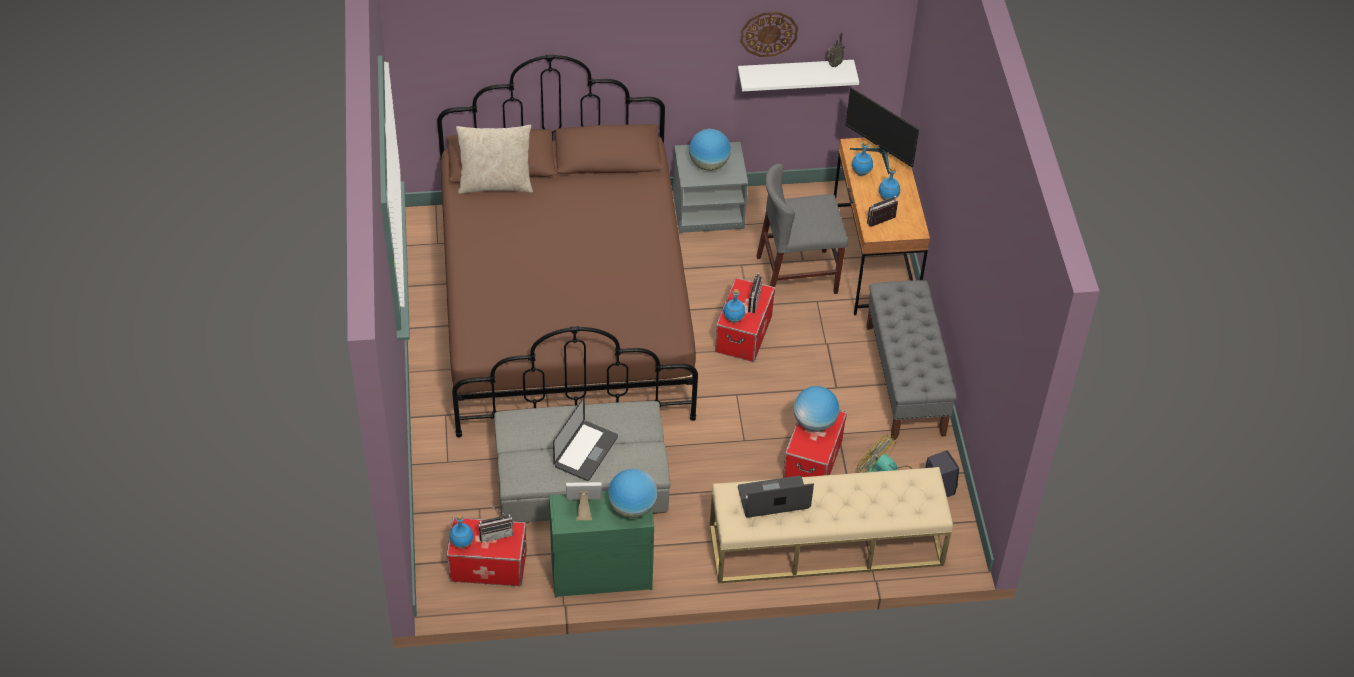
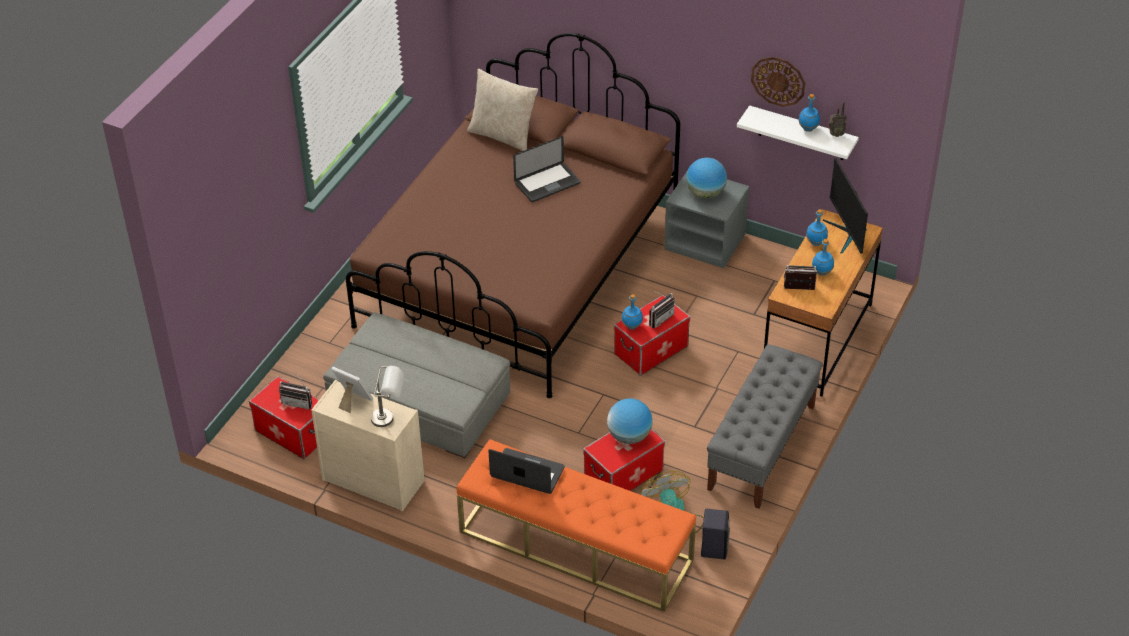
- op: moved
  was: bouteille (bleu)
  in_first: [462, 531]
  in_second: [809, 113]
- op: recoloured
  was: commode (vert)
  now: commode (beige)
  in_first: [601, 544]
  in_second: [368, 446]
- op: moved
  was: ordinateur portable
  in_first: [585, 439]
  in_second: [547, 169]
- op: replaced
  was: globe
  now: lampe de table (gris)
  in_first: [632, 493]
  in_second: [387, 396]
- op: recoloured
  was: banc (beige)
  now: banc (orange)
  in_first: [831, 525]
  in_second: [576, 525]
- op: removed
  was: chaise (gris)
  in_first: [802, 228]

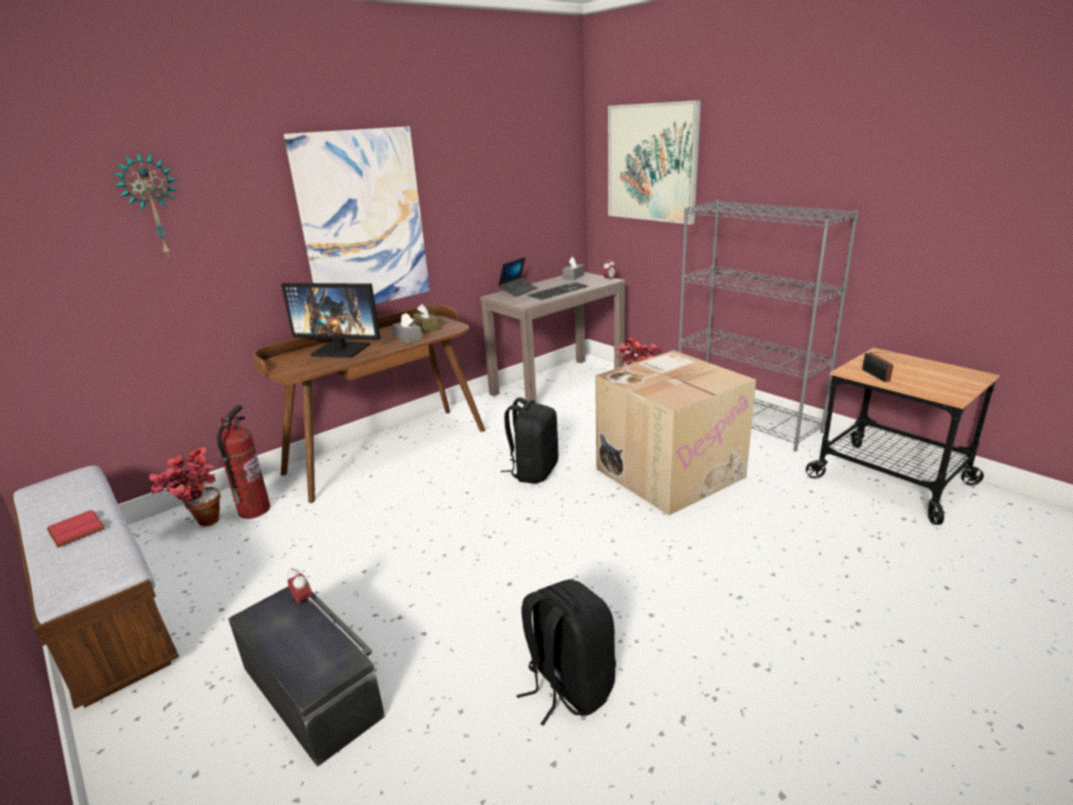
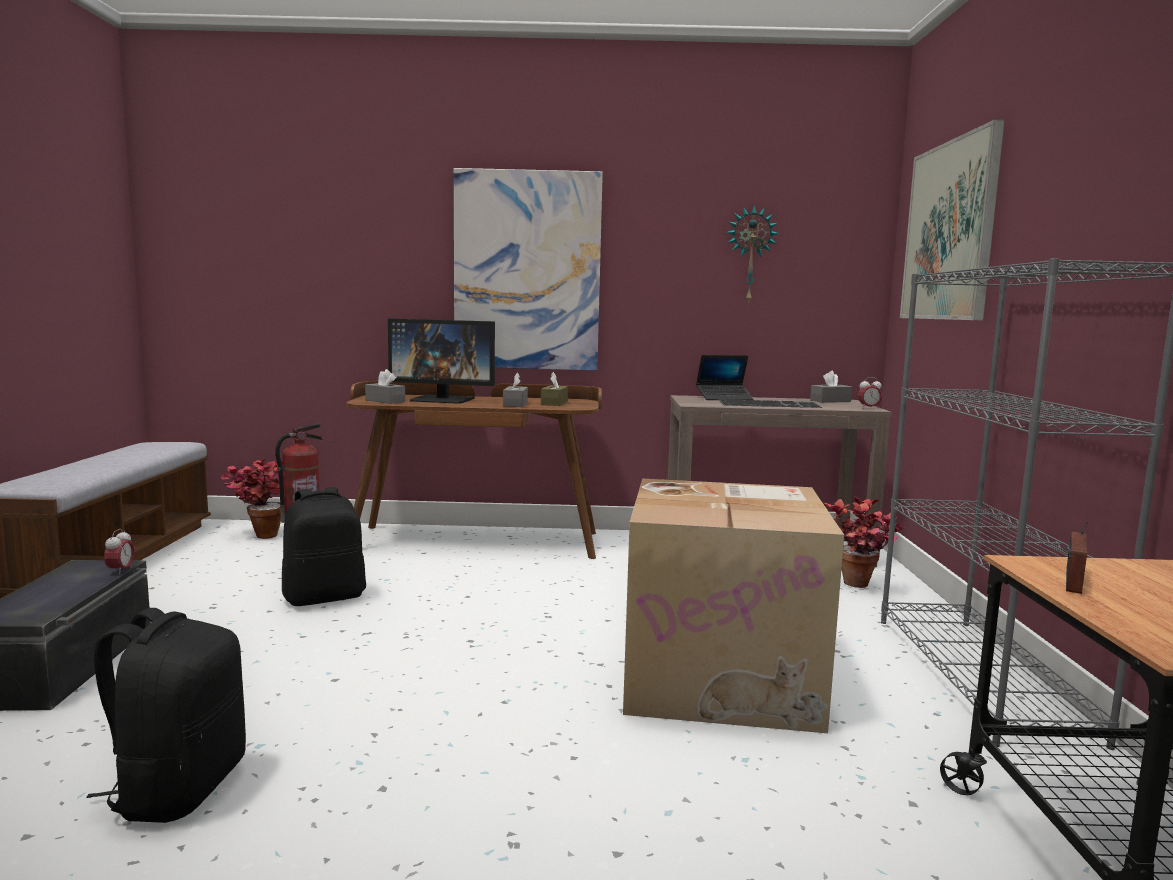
- op: removed
  was: livre (rouge)
  in_first: [76, 529]
- op: moved
  was: horloge murale
  in_first: [145, 205]
  in_second: [752, 254]
- op: turned
  was: écran d'ordinateur
  in_first: [331, 320]
  in_second: [441, 361]
  clockwise: -45
- op: moved
  was: sac à dos (noir)
  in_first: [530, 441]
  in_second: [324, 546]
- op: added
  now: boîte à mouchoirs (gris)
  in_second: [385, 386]

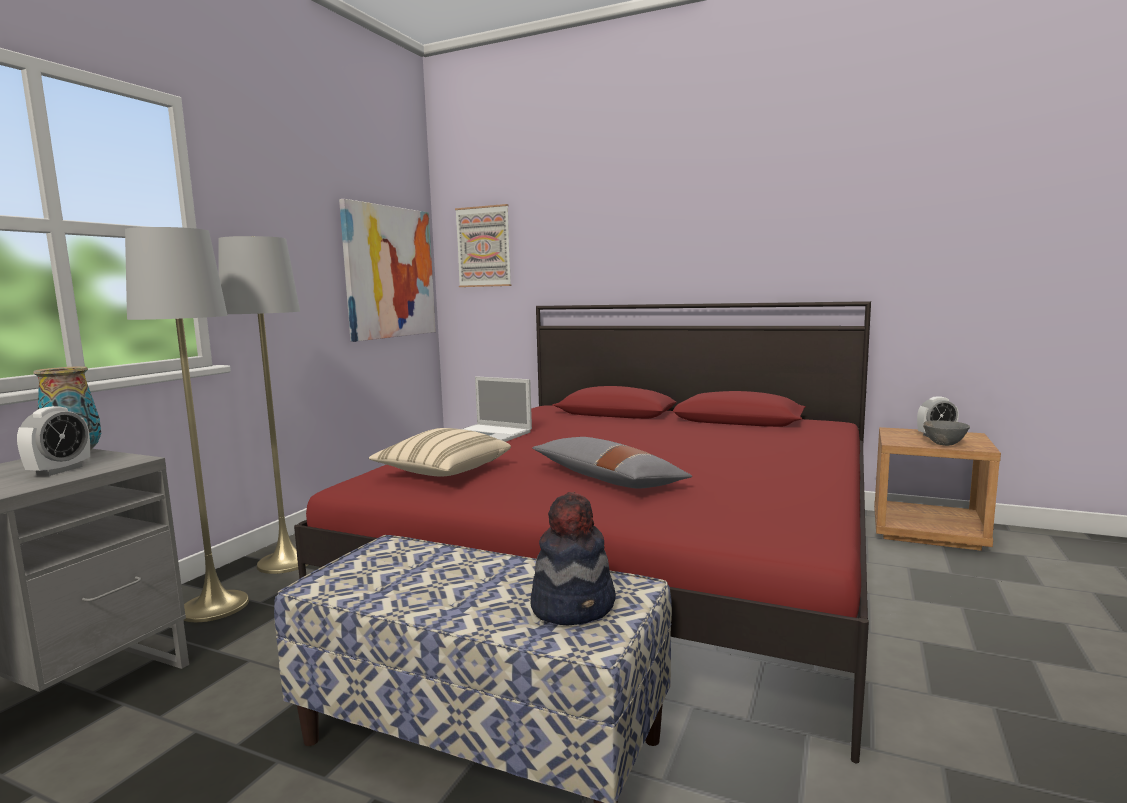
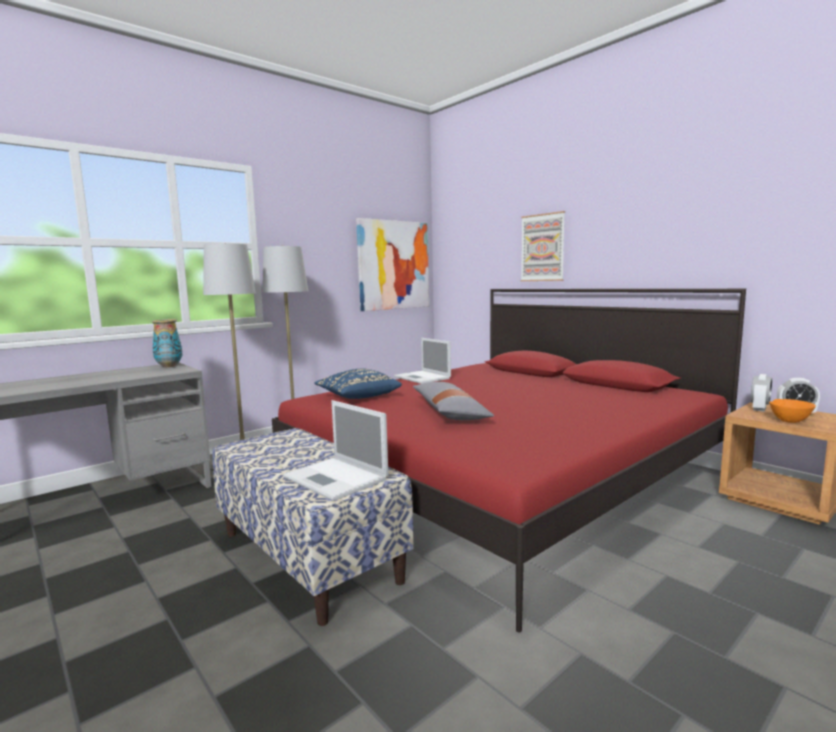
- op: moved
  was: réveil
  in_first: [53, 441]
  in_second: [761, 393]
- op: recoloured
  was: coussin (beige)
  now: coussin (bleu)
  in_first: [440, 452]
  in_second: [358, 384]
- op: moved
  was: tableau
  in_first: [483, 245]
  in_second: [543, 246]
- op: replaced
  was: chapeau
  now: ordinateur portable
  in_first: [573, 559]
  in_second: [335, 450]
- op: recoloured
  was: bol (gris)
  now: bol (orange)
  in_first: [946, 433]
  in_second: [792, 411]

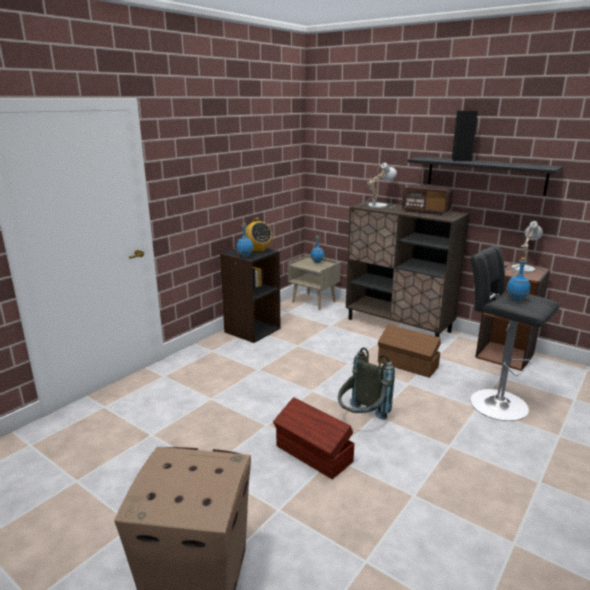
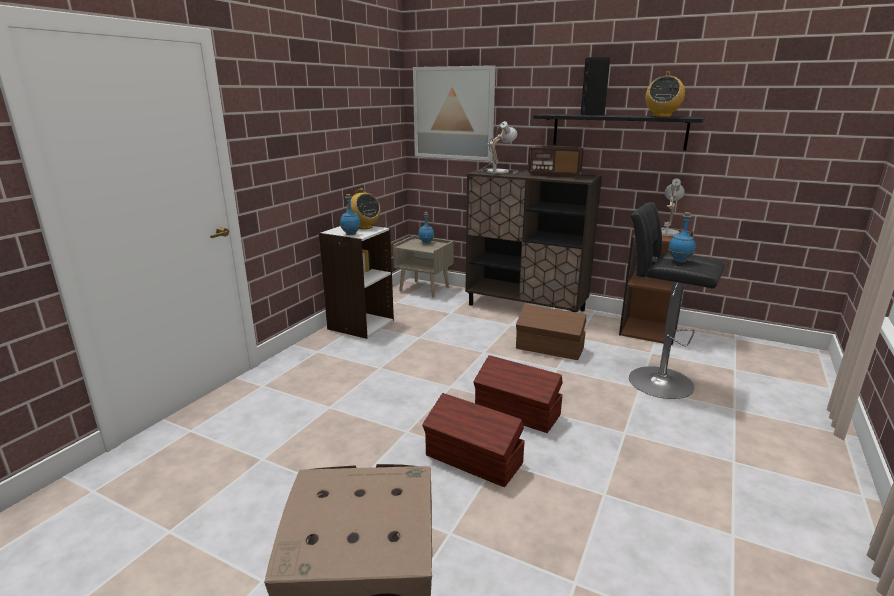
- op: recoloured
  was: bibliothèque (noir)
  now: bibliothèque (blanc)
  in_first: [250, 295]
  in_second: [356, 282]
- op: replaced
  was: sac à dos (gris)
  now: boîte de rangement (marron)
  in_first: [366, 383]
  in_second: [518, 394]
- op: added
  now: tableau
  in_second: [454, 113]
- op: added
  now: radio
  in_second: [665, 94]

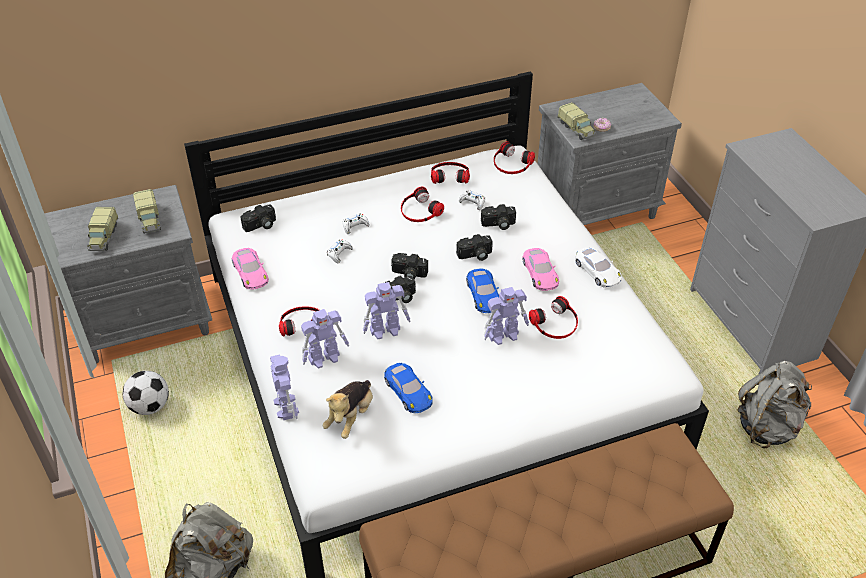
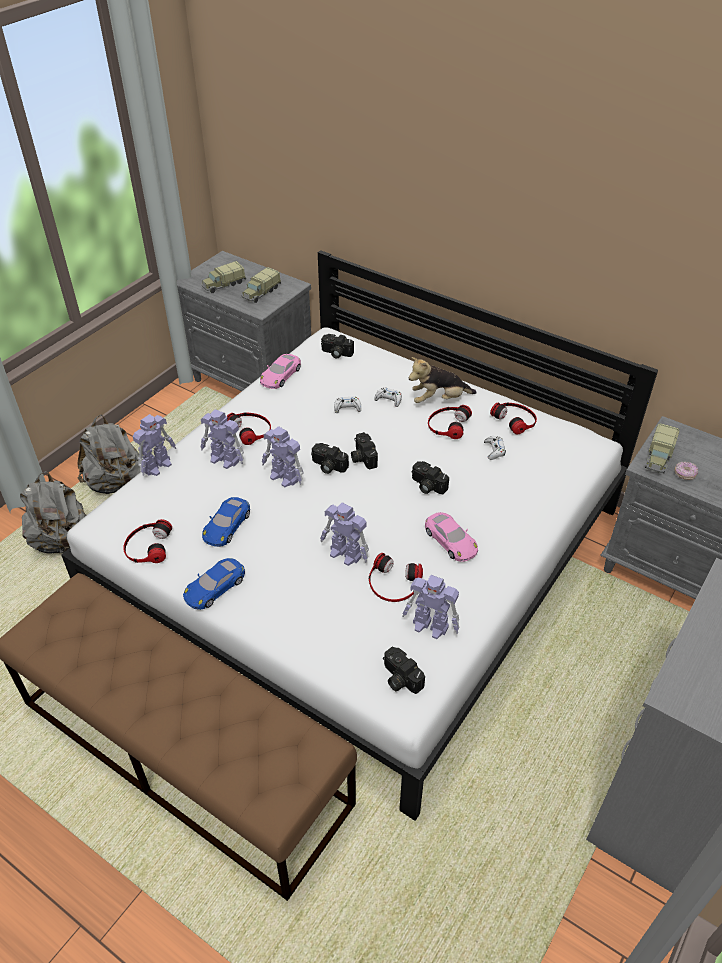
- op: removed
  was: ballon de foot
  in_first: [145, 393]
- op: moved
  was: peluche
  in_first: [348, 409]
  in_second: [443, 380]
- op: moved
  was: petite voiture (bleu)
  in_first: [482, 290]
  in_second: [214, 584]
- op: moved
  was: appareil photo
  in_first: [498, 217]
  in_second: [404, 670]
- op: moved
  was: casque audio
  in_first: [514, 157]
  in_second: [147, 541]
- op: turned
  was: petite voiture (rose)
  in_first: [540, 269]
  in_second: [451, 537]
  clockwise: -75
- op: removed
  was: petite voiture (blanc)
  in_first: [598, 267]
- op: moved
  was: sac à dos (gris)
  in_first: [774, 404]
  in_second: [109, 454]
- op: added
  now: robot jouet
  in_second: [430, 607]

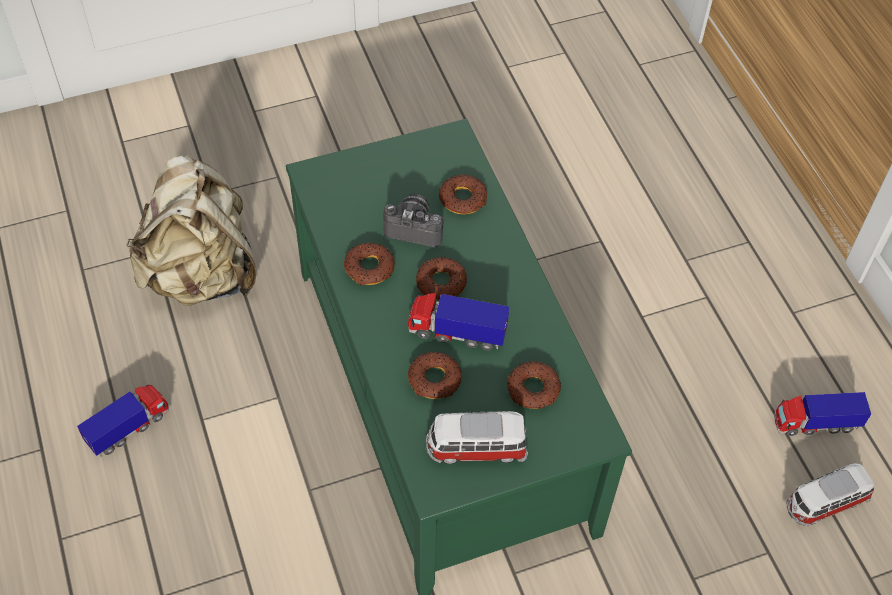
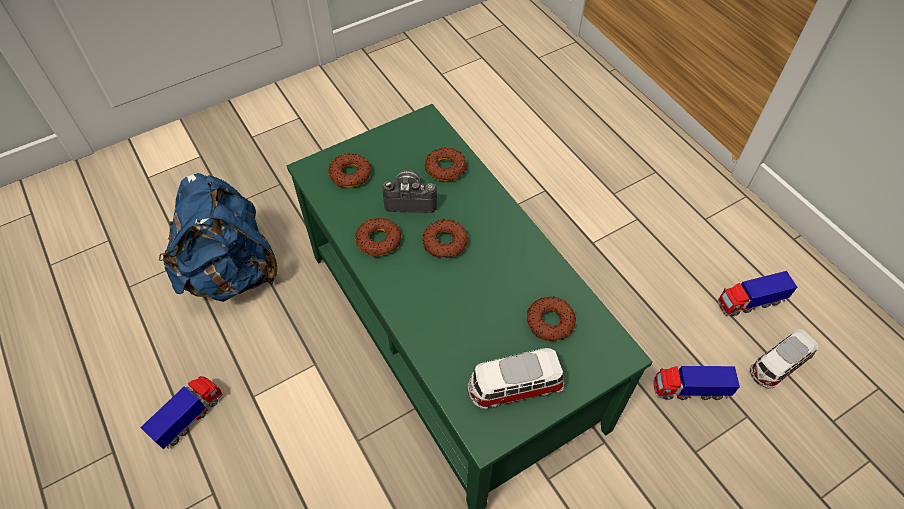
- op: recoloured
  was: sac à dos (beige)
  now: sac à dos (bleu)
  in_first: [191, 230]
  in_second: [218, 237]
- op: moved
  was: camion jouet
  in_first: [458, 322]
  in_second: [696, 383]
- op: moved
  was: beignet
  in_first: [435, 375]
  in_second: [349, 170]

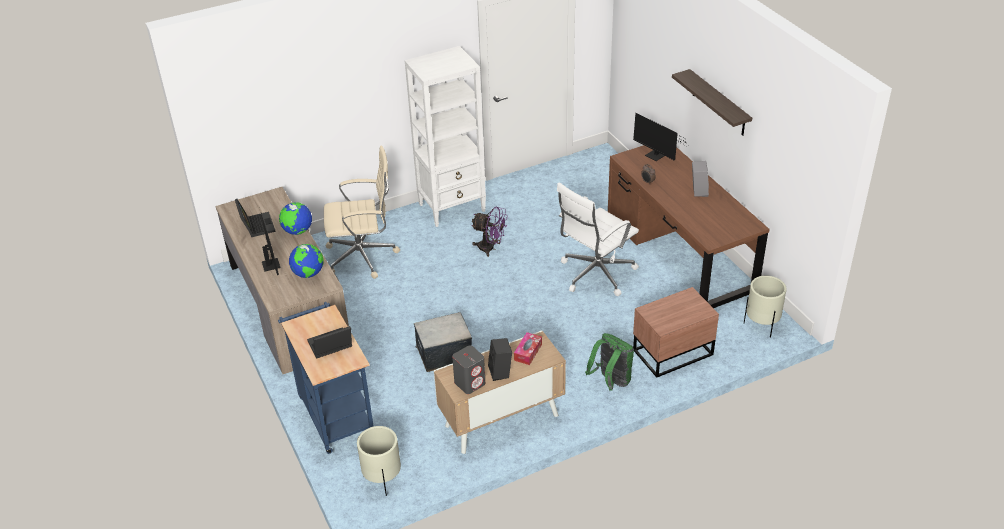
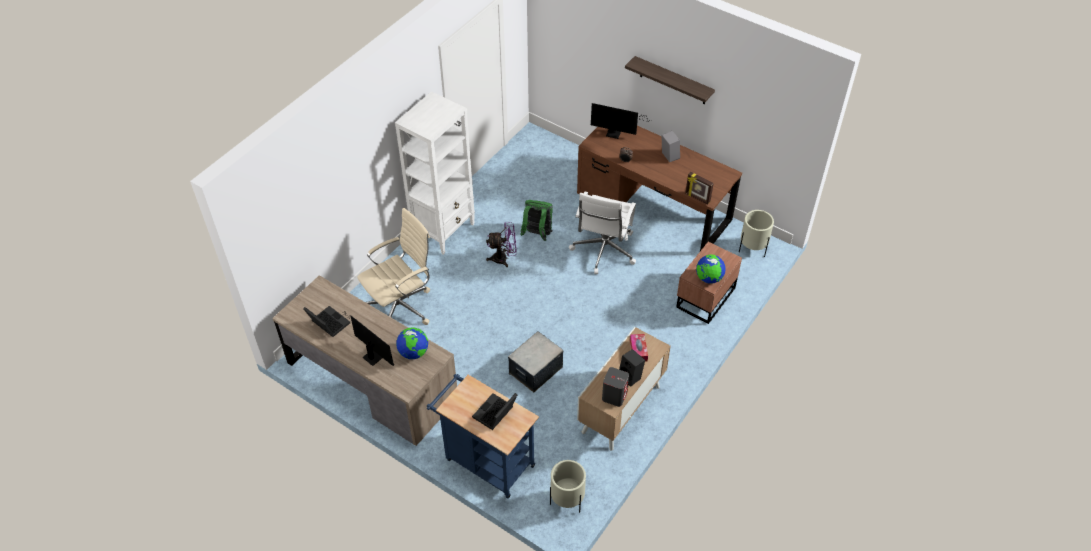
- op: moved
  was: globe
  in_first: [295, 218]
  in_second: [711, 269]
- op: moved
  was: sac à dos (vert)
  in_first: [609, 362]
  in_second: [536, 220]
- op: added
  now: cadre photo
  in_second: [699, 188]

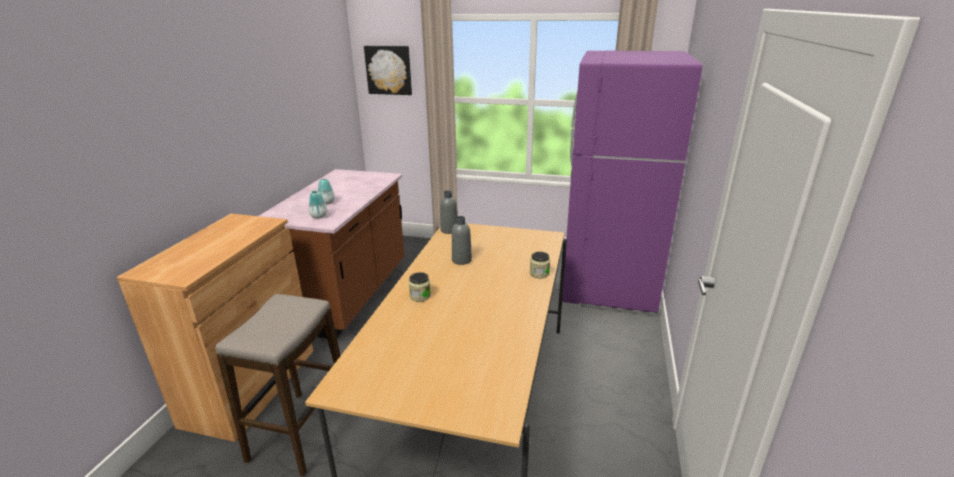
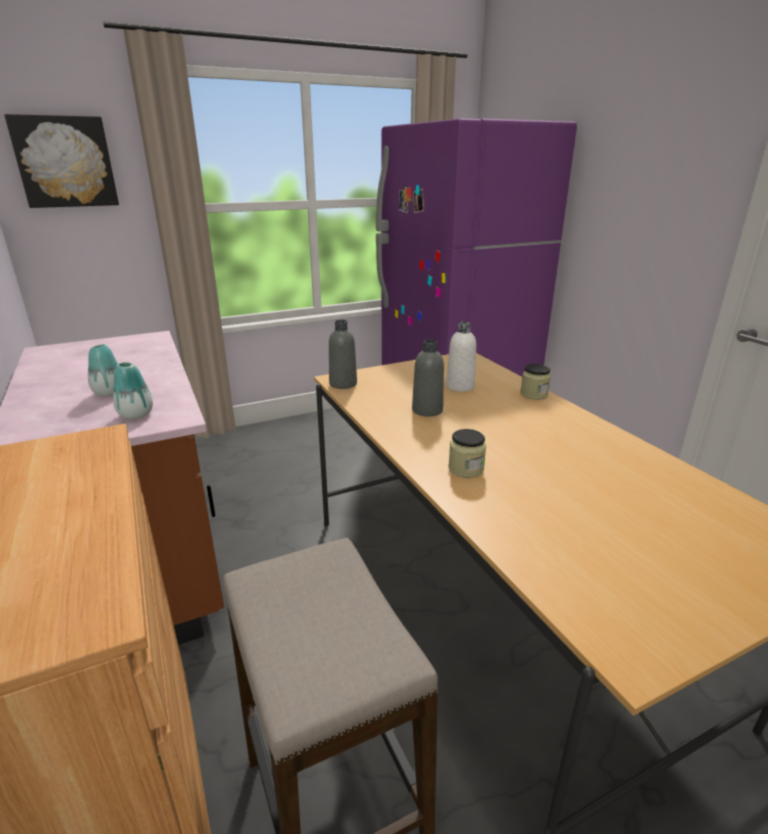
- op: added
  now: bouteille (blanc)
  in_second: [461, 357]

